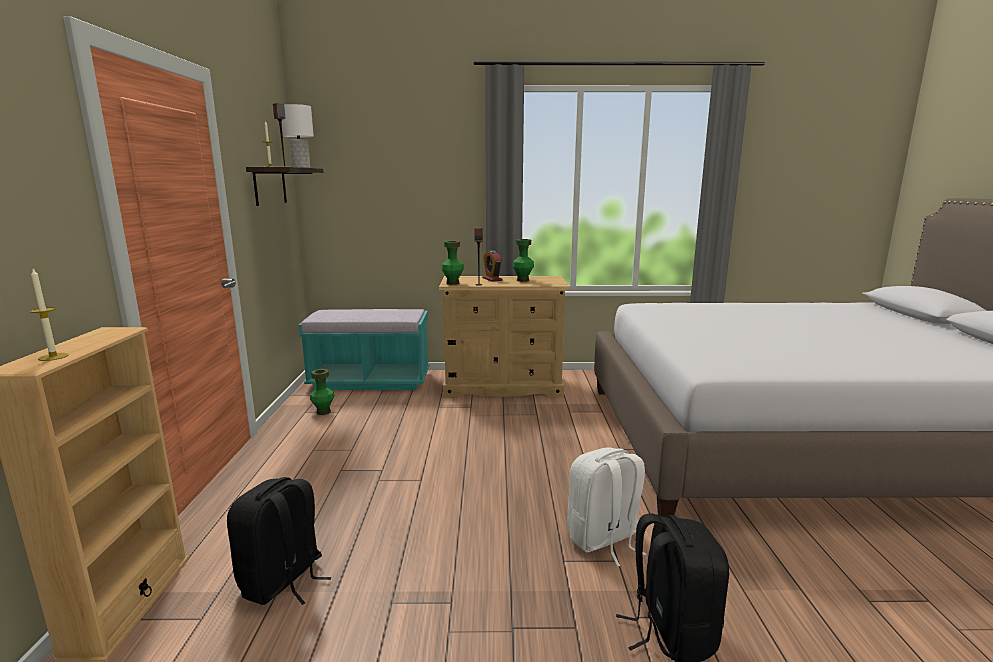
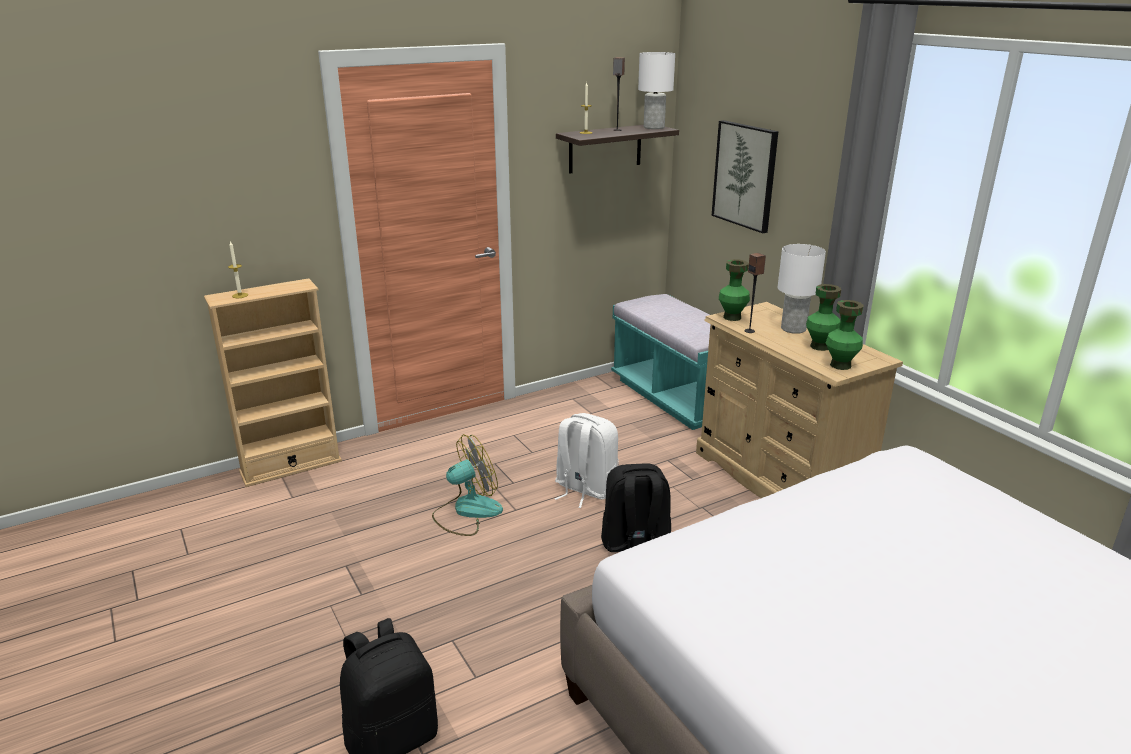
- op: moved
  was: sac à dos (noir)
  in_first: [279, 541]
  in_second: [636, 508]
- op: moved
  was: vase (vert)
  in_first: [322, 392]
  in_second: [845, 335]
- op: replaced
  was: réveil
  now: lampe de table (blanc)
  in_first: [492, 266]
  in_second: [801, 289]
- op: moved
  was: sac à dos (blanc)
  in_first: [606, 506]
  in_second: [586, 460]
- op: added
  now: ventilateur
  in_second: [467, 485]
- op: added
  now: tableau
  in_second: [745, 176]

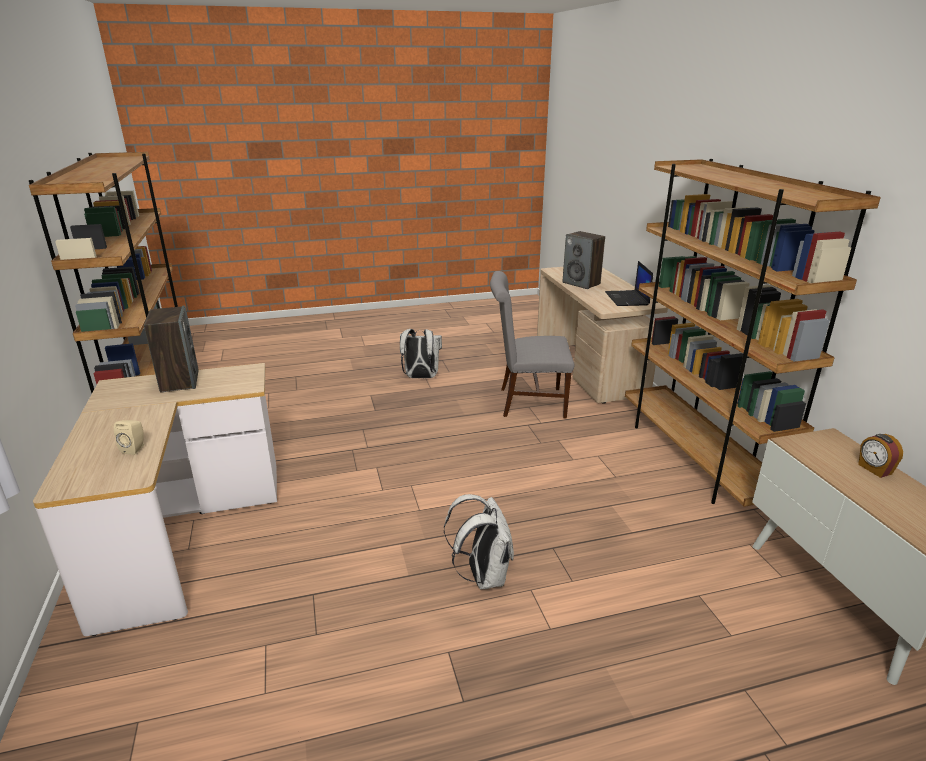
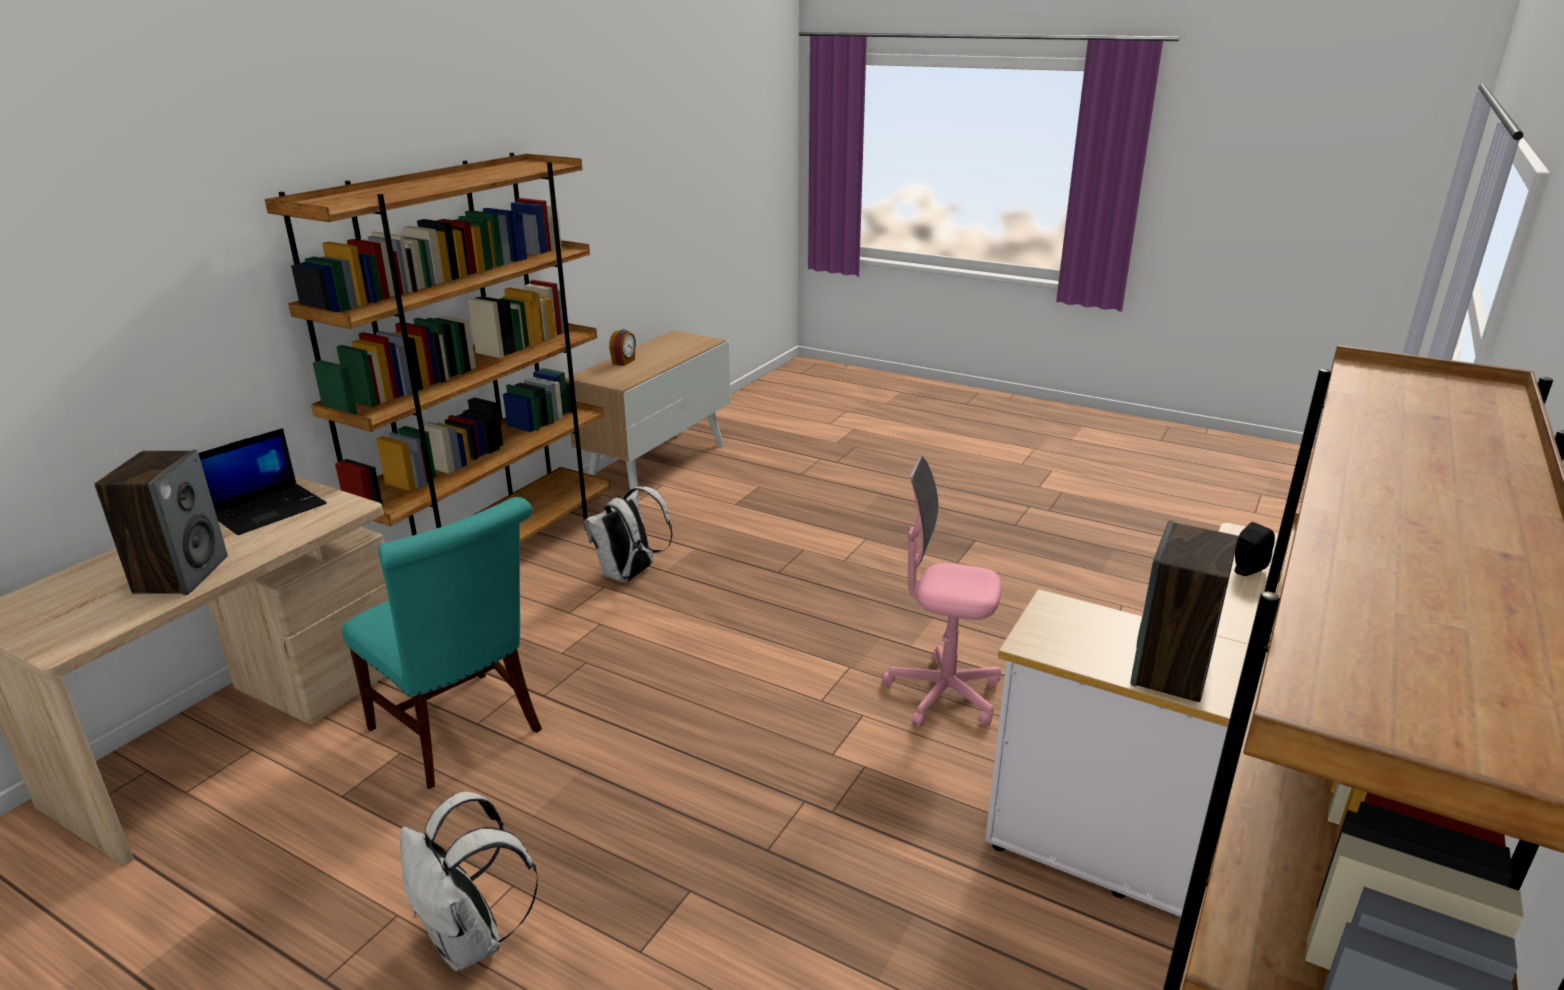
- op: recoloured
  was: enceinte (beige)
  now: enceinte (noir)
  in_first: [129, 437]
  in_second: [1254, 549]
- op: moved
  was: sac à dos (blanc)
  in_first: [479, 542]
  in_second: [628, 534]
- op: recoloured
  was: chaise (gris)
  now: chaise (turquoise)
  in_first: [532, 344]
  in_second: [442, 643]
- op: added
  now: chaise de bureau (rose)
  in_second: [941, 591]

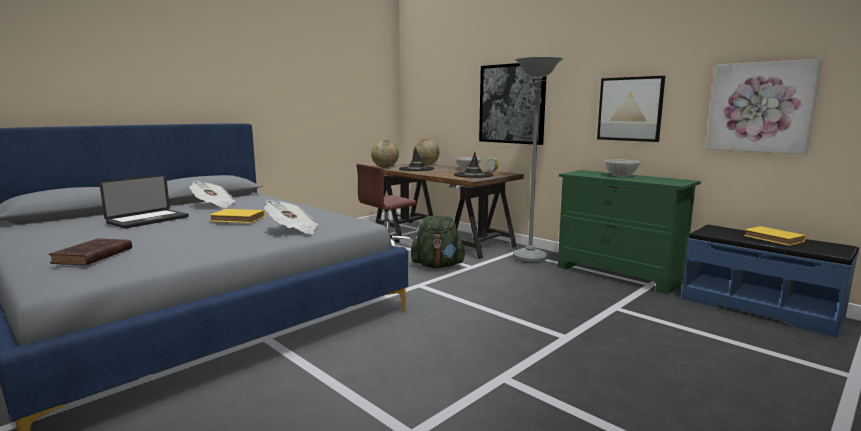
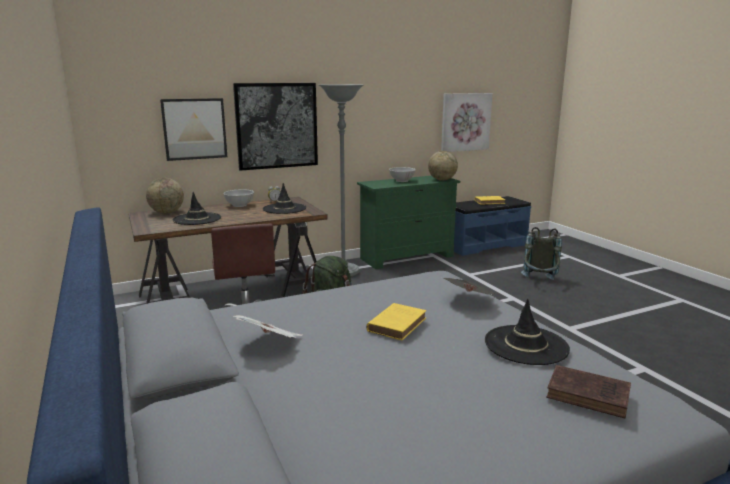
- op: removed
  was: ordinateur portable
  in_first: [144, 201]
- op: moved
  was: globe
  in_first: [385, 154]
  in_second: [443, 166]
- op: moved
  was: tableau
  in_first: [631, 109]
  in_second: [193, 129]
- op: added
  now: chapeau (noir)
  in_second: [527, 332]
- op: added
  now: sac à dos (gris)
  in_second: [541, 253]

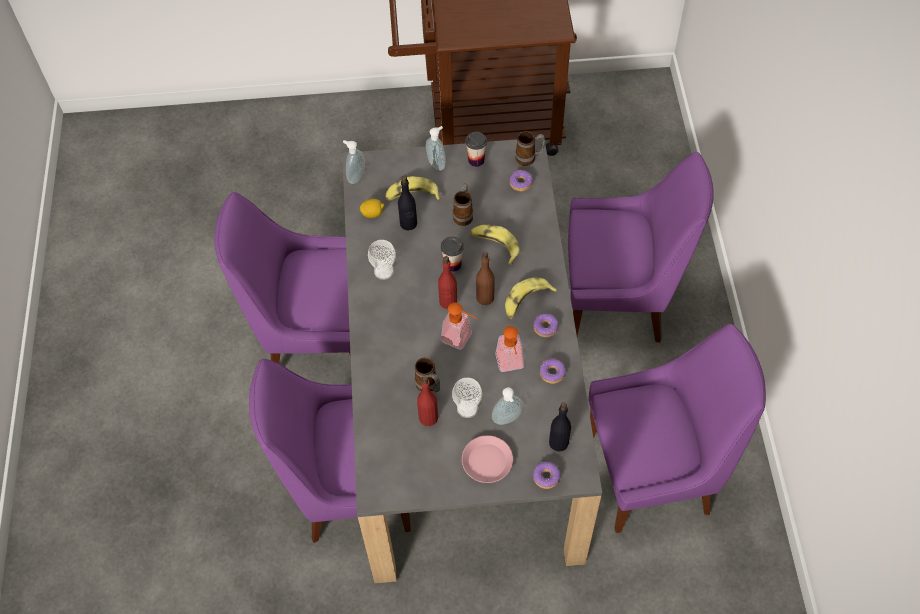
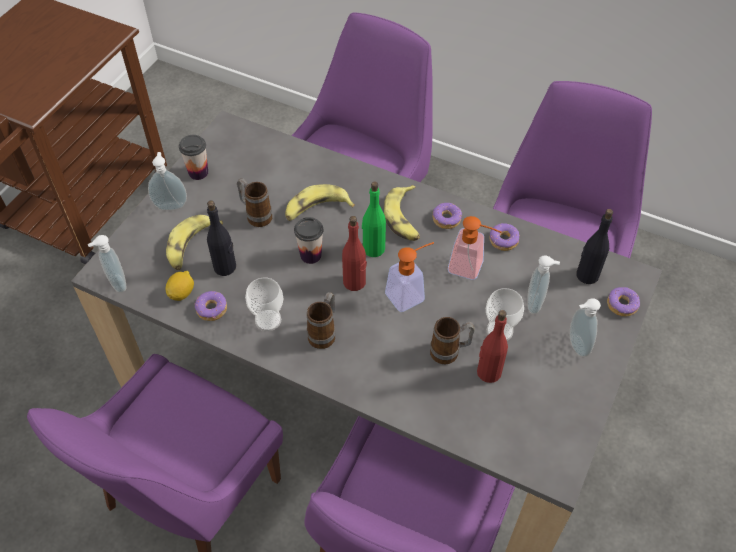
- op: replaced
  was: assiette (rose)
  now: distributeur de savon
  in_first: [487, 459]
  in_second: [585, 327]
- op: recoloured
  was: bouteille (marron)
  now: bouteille (vert)
  in_first: [485, 278]
  in_second: [374, 219]
- op: moved
  was: beignet
  in_first: [521, 180]
  in_second: [210, 306]
- op: moved
  was: mug
  in_first: [530, 148]
  in_second: [321, 320]

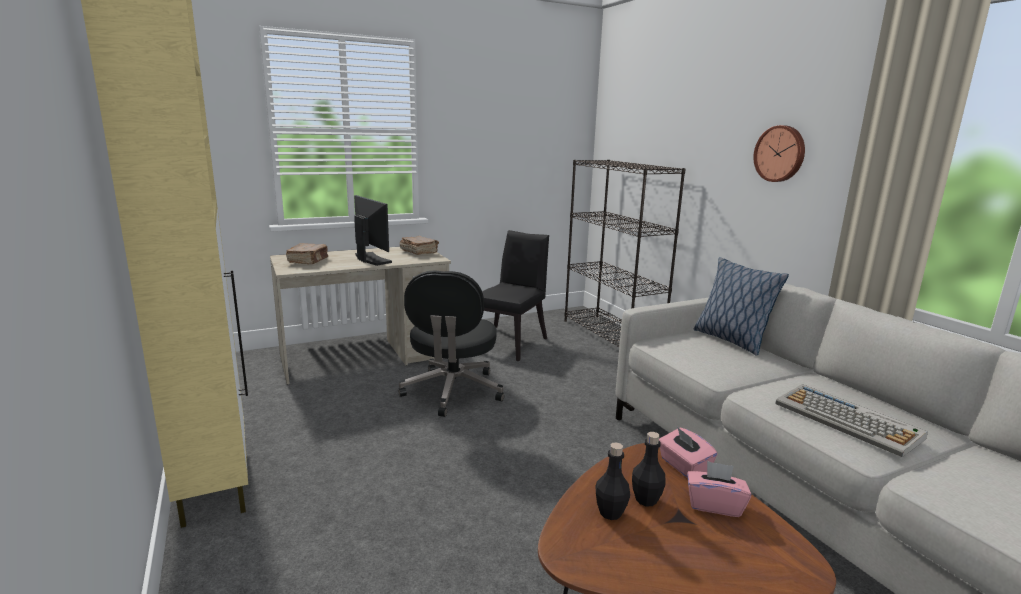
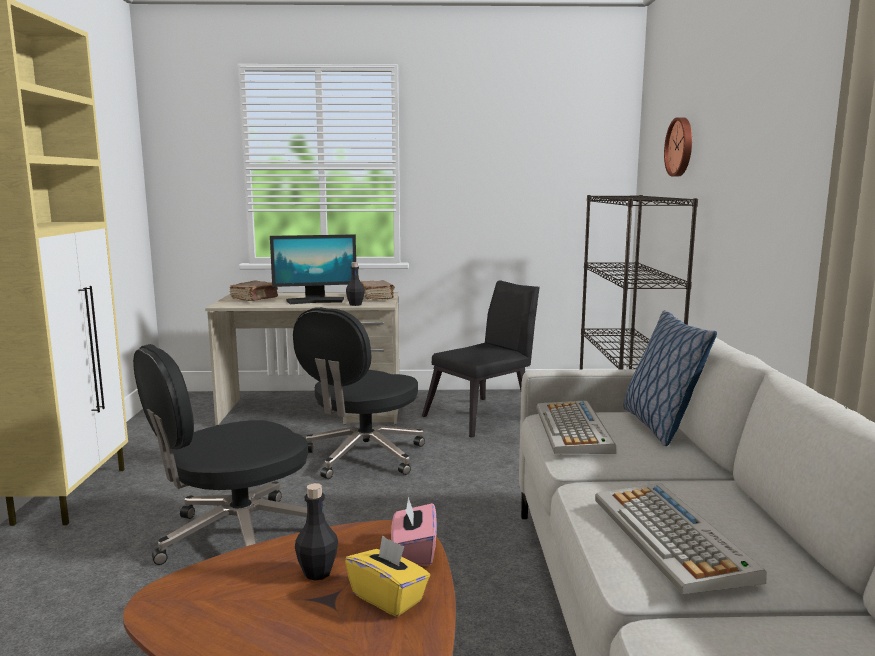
- op: turned
  was: écran d'ordinateur
  in_first: [373, 230]
  in_second: [313, 269]
  clockwise: 90
- op: moved
  was: bouteille (noir)
  in_first: [612, 481]
  in_second: [355, 284]
- op: recoloured
  was: boîte à mouchoirs (rose)
  now: boîte à mouchoirs (jaune)
  in_first: [719, 489]
  in_second: [387, 576]
- op: moved
  was: horloge murale
  in_first: [779, 153]
  in_second: [678, 147]
- op: added
  now: chaise de bureau (noir)
  in_second: [220, 454]
- op: added
  now: clavier
  in_second: [576, 427]

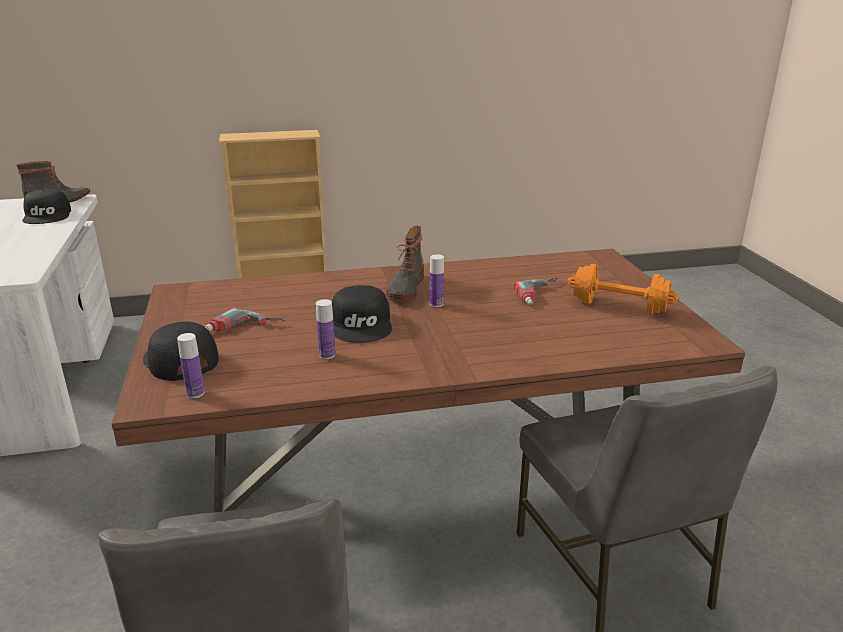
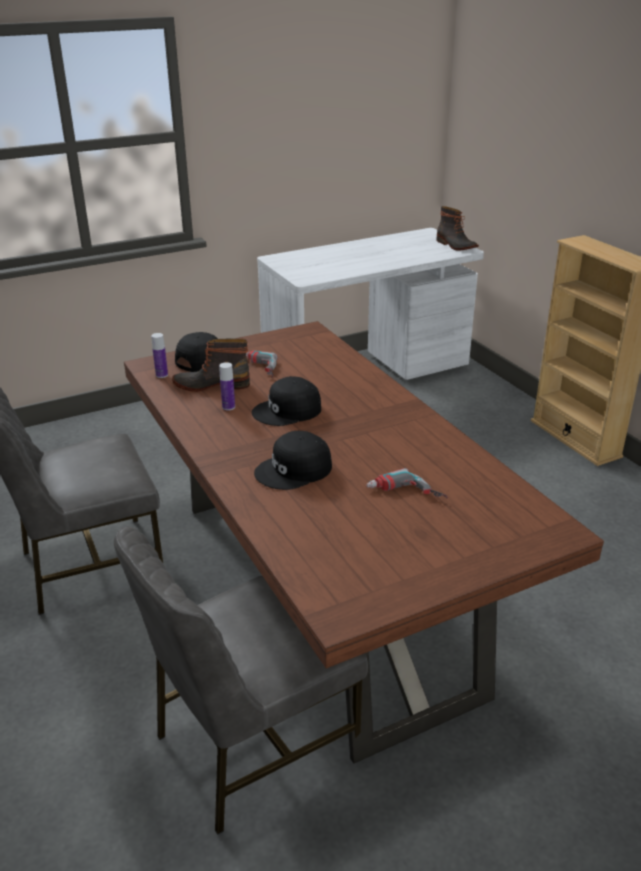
- op: moved
  was: casquette (noir)
  in_first: [46, 206]
  in_second: [293, 460]
- op: moved
  was: botte
  in_first: [405, 263]
  in_second: [211, 365]
- op: removed
  was: bouteille
  in_first: [437, 280]
- op: removed
  was: haltère (orange)
  in_first: [623, 289]

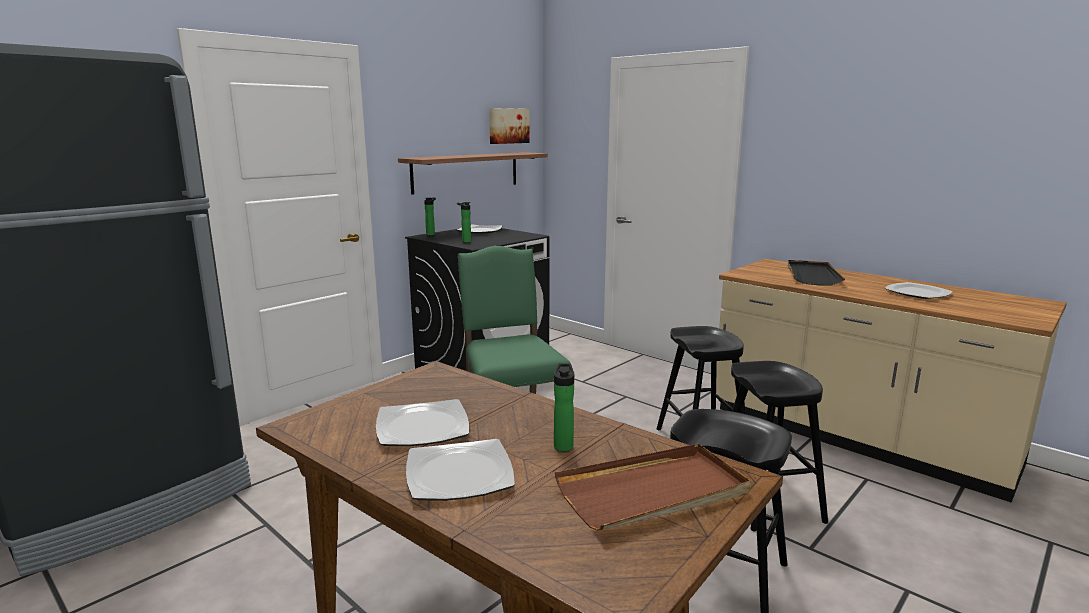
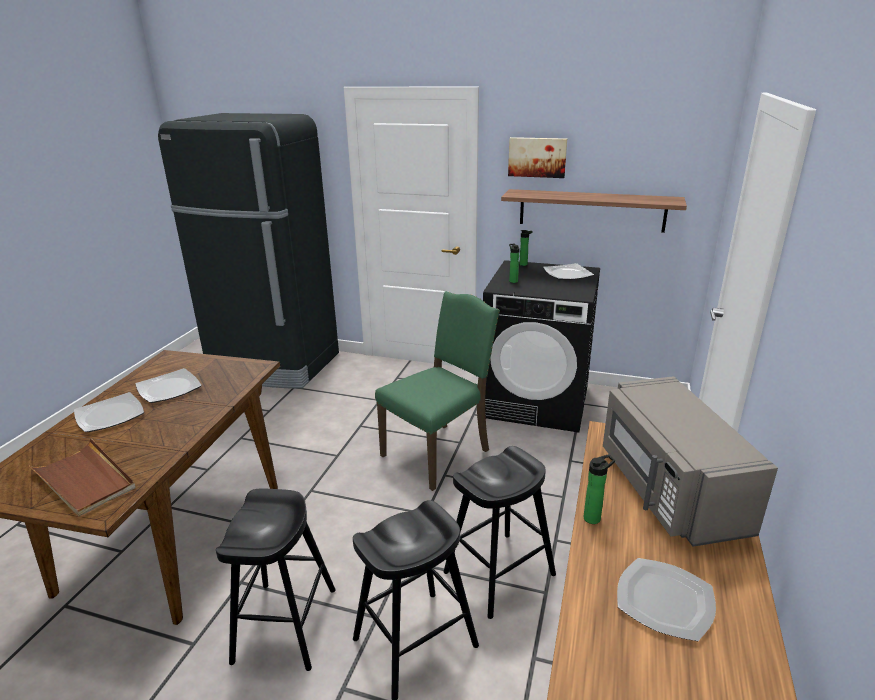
- op: moved
  was: tableau
  in_first: [509, 126]
  in_second: [537, 157]
- op: moved
  was: bouteille
  in_first: [564, 407]
  in_second: [599, 489]
- op: replaced
  was: plateau (noir)
  now: micro-ondes (gris)
  in_first: [816, 273]
  in_second: [690, 461]

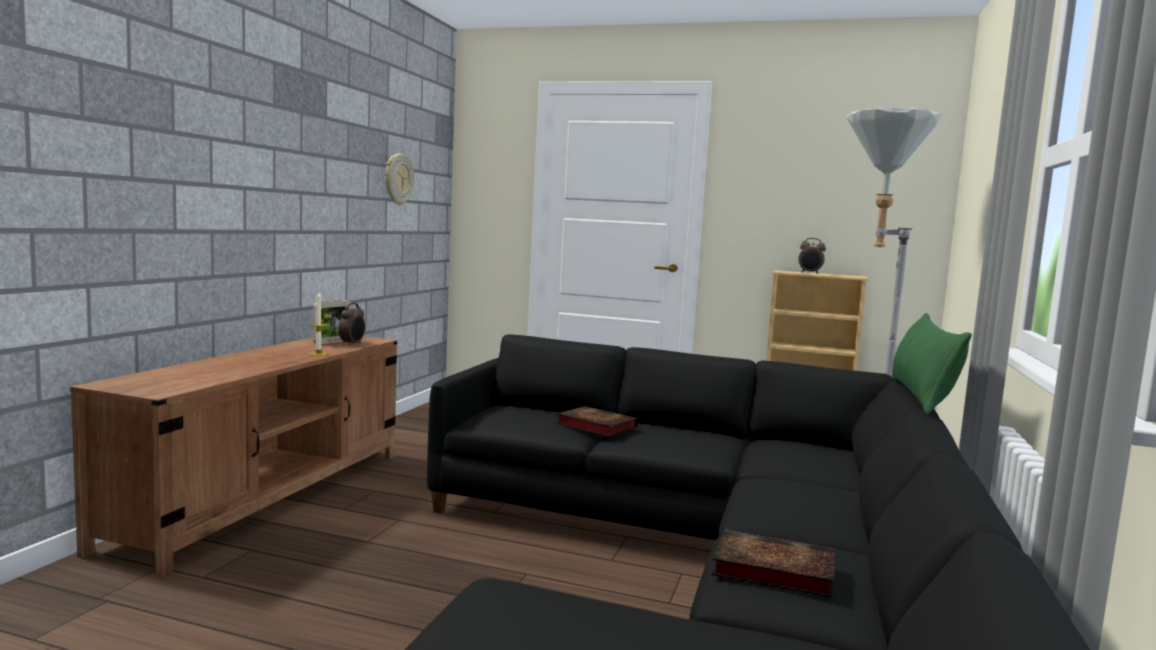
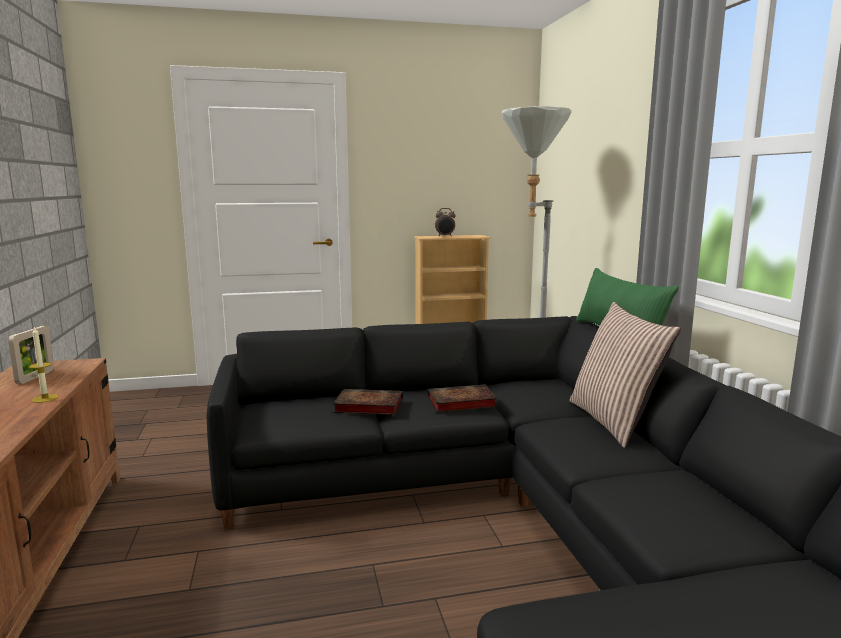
- op: removed
  was: réveil
  in_first: [352, 324]
- op: removed
  was: horloge murale
  in_first: [399, 179]
- op: moved
  was: livre
  in_first: [773, 564]
  in_second: [463, 398]
- op: added
  now: coussin
  in_second: [625, 375]

